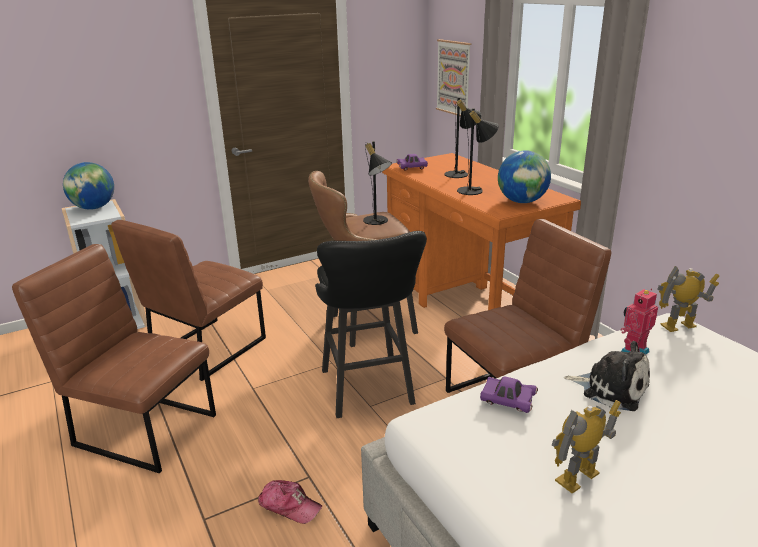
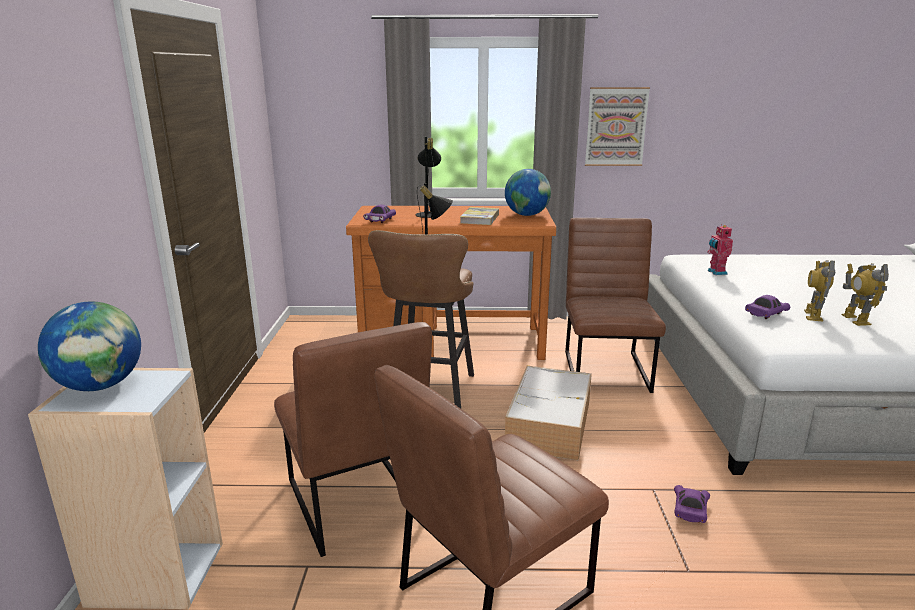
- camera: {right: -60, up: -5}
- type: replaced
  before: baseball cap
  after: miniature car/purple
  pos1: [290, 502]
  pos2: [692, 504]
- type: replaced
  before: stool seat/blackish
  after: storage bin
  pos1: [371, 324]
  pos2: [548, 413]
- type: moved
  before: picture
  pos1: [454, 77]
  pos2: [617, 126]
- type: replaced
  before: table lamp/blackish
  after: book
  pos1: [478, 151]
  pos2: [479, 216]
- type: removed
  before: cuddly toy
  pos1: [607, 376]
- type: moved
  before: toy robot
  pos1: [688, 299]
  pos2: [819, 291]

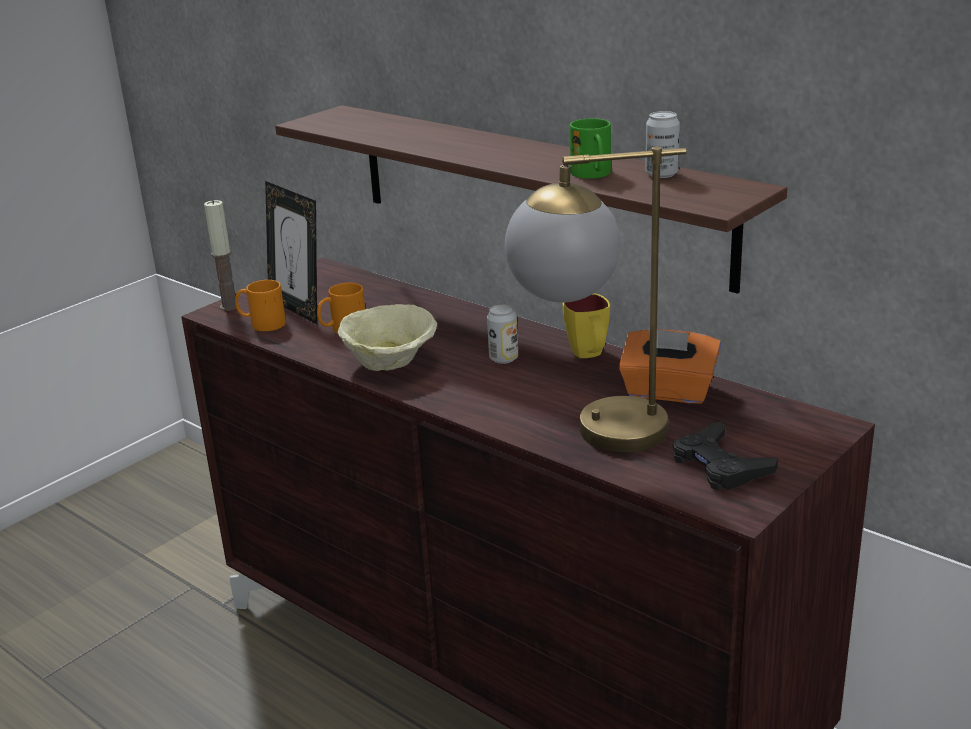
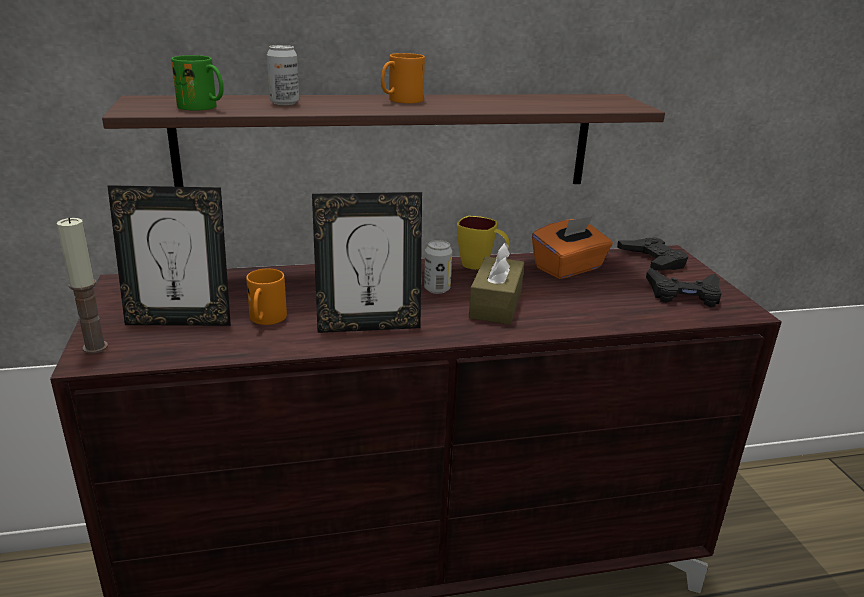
- camera: {right: -55, up: 0}
- type: moved
  before: tea mug/orange
  pos1: [260, 305]
  pos2: [403, 78]
- type: replaced
  before: deep dish/beige
  after: photo frame
  pos1: [387, 337]
  pos2: [367, 262]
- type: removed
  before: table lamp
  pos1: [595, 300]
- type: moved
  before: tea mug/green-coloured
  pos1: [590, 148]
  pos2: [197, 83]
- type: moved
  before: can
  pos1: [663, 144]
  pos2: [283, 75]
- type: added
  after: tissue holder/brownish
  pos2: [496, 283]
- type: added
  after: joypad/blackish
  pos2: [652, 254]

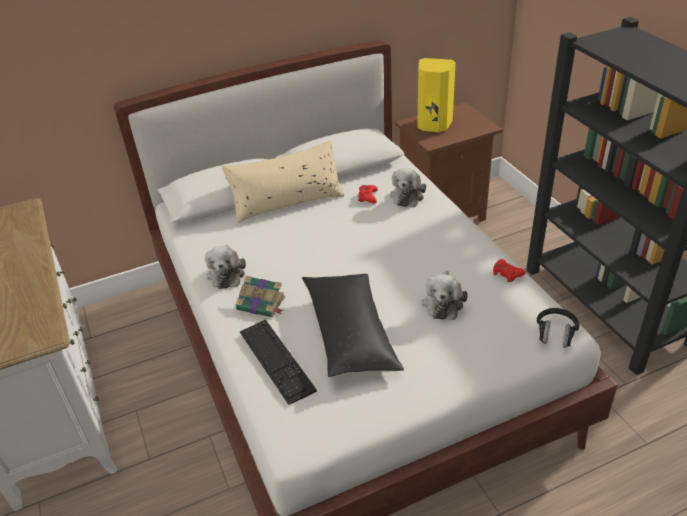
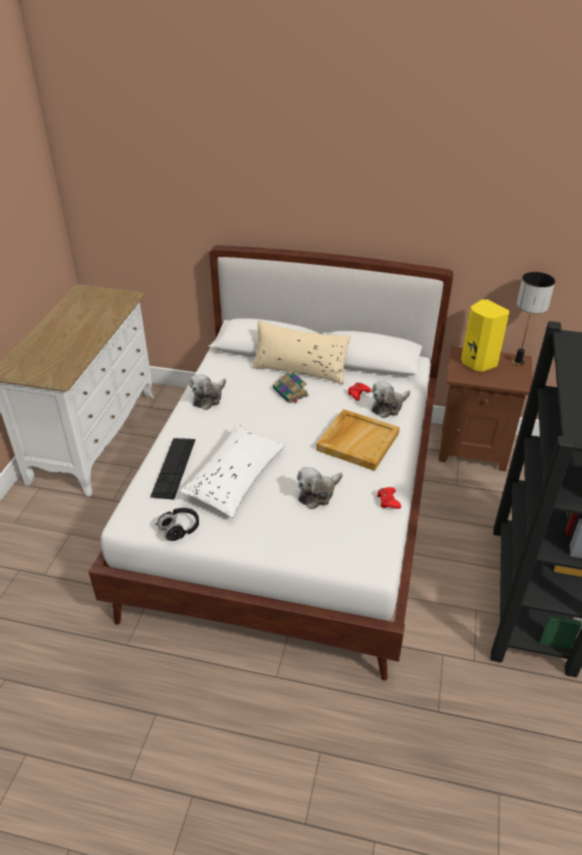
- camera: {right: 35, up: 0}
- type: moved
  before: book
  pos1: [260, 296]
  pos2: [291, 387]
- type: recoloured
  before: cushion/blackish
  after: cushion/whitish
  pos1: [353, 325]
  pos2: [232, 470]
- type: moved
  before: headphones/blackish
  pos1: [558, 328]
  pos2: [177, 524]
- type: added
  after: serving tray/beige
  pos2: [358, 440]
- type: added
  after: table lamp
  pos2: [533, 319]

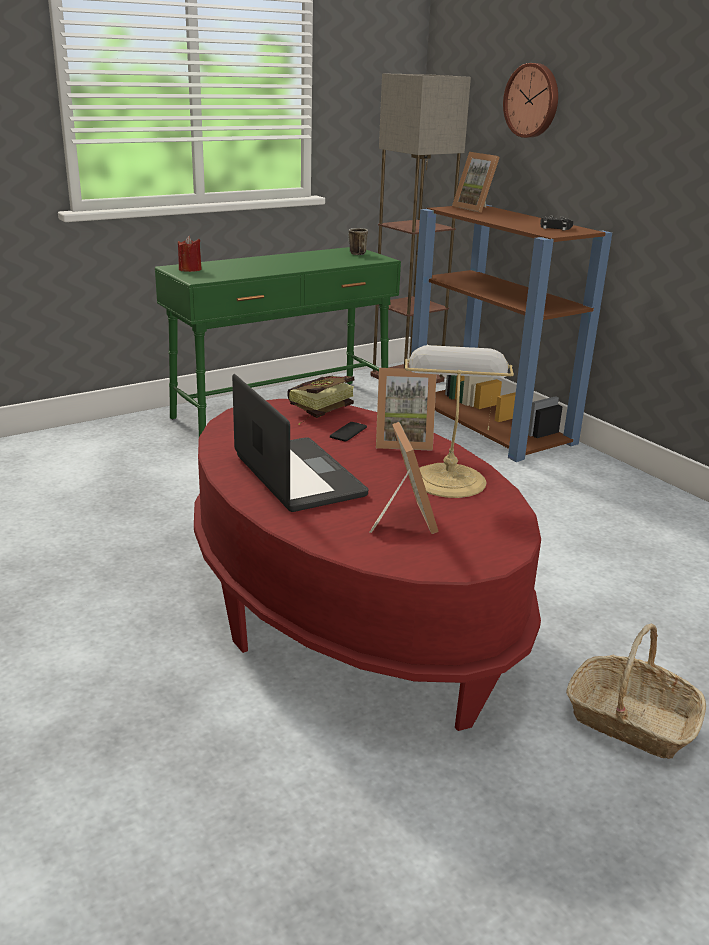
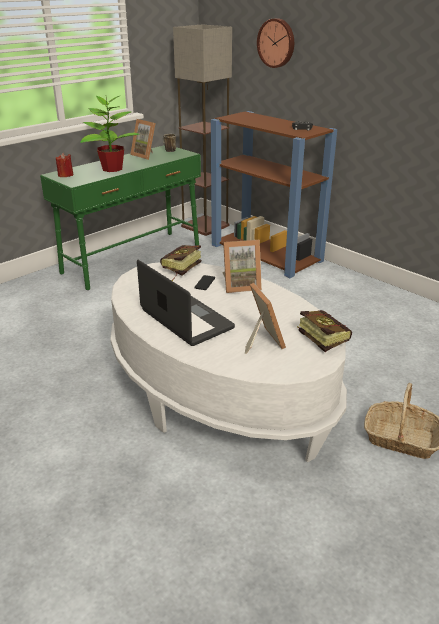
- camera: {right: -10, up: 5}
- type: recoloured
  before: coffee table/red
  after: coffee table/whitish
  pos1: [367, 565]
  pos2: [228, 362]
- type: removed
  before: table lamp
  pos1: [459, 421]
- type: moved
  before: photo frame
  pos1: [476, 182]
  pos2: [143, 139]
- type: added
  after: houseplant
  pos2: [110, 134]
- type: added
  after: book
  pos2: [324, 331]

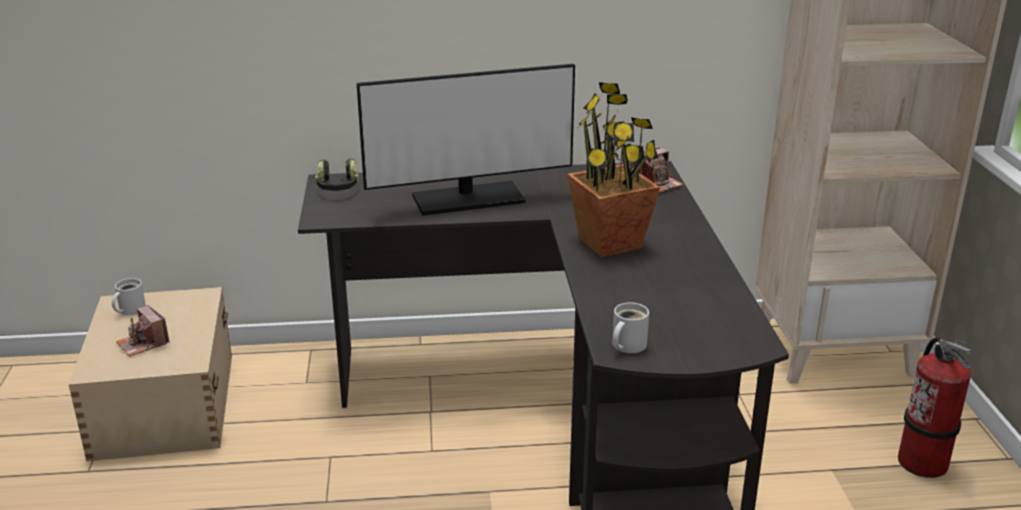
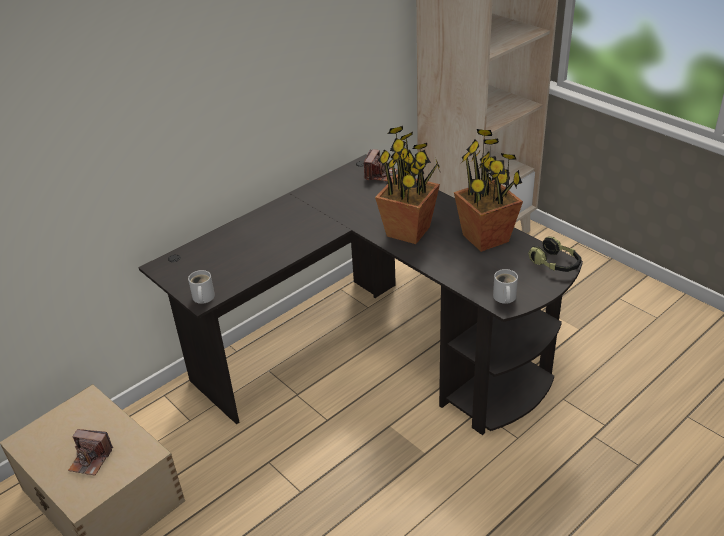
- camera: {right: -35, up: 10}
- type: moved
  before: tea mug/whitish
  pos1: [129, 296]
  pos2: [201, 287]
- type: moved
  before: headphones
  pos1: [337, 174]
  pos2: [555, 254]
- type: removed
  before: computer display
  pos1: [466, 140]
- type: removed
  before: extinguisher
  pos1: [935, 407]
- type: added
  after: houseplant
  pos2: [488, 190]

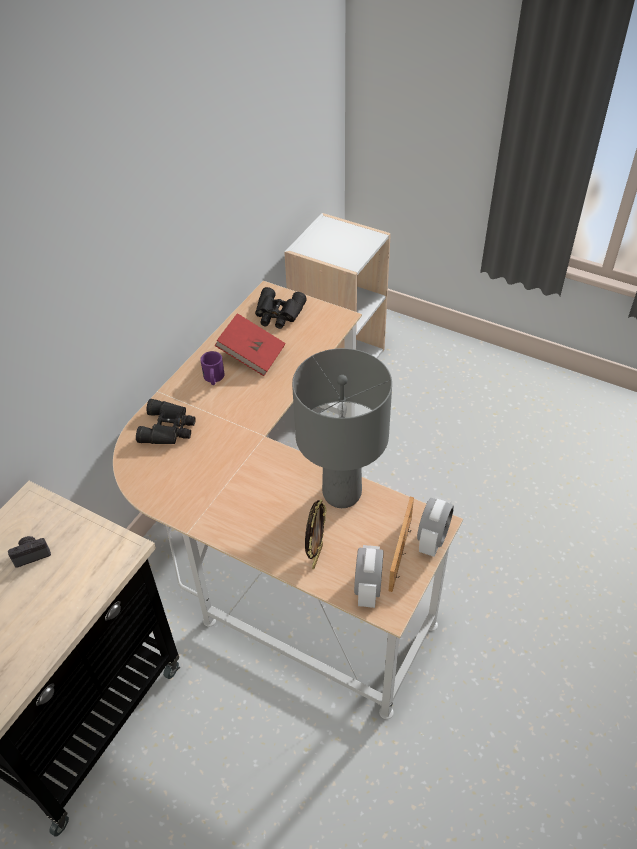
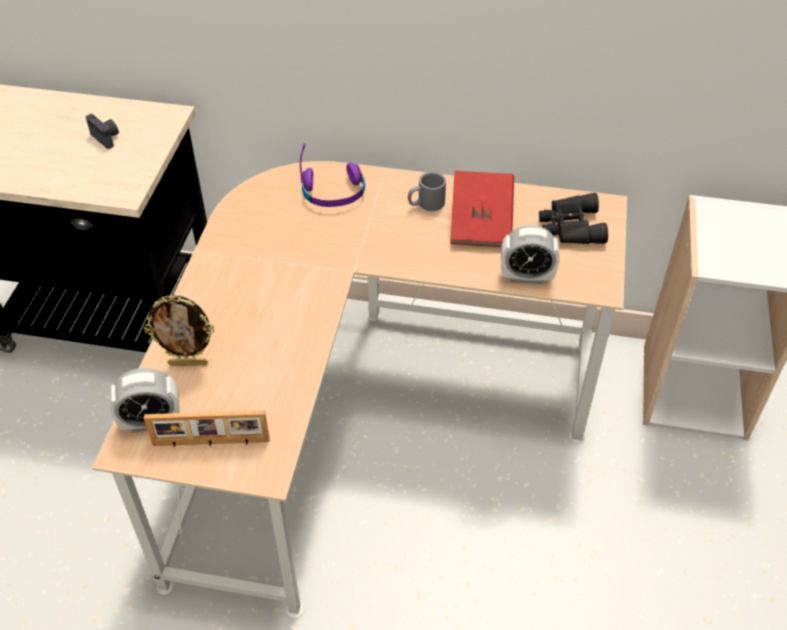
- camera: {right: 70, up: 0}
- type: replaced
  before: field glasses/blackish
  after: headphones/purple
  pos1: [166, 421]
  pos2: [332, 175]
- type: recoloured
  before: tea mug/purple
  after: tea mug/grey
  pos1: [212, 368]
  pos2: [427, 191]
- type: removed
  before: table lamp/grey
  pos1: [342, 428]
- type: moved
  before: table clock
  pos1: [435, 526]
  pos2: [530, 254]

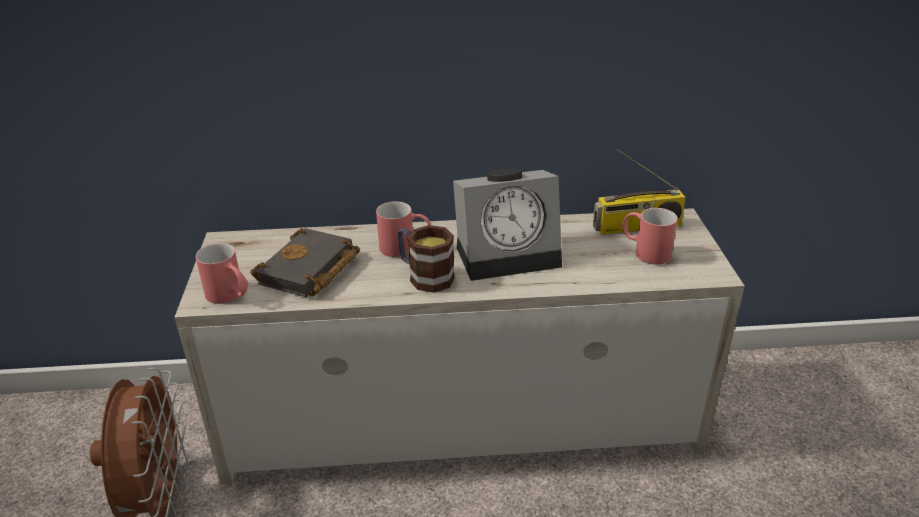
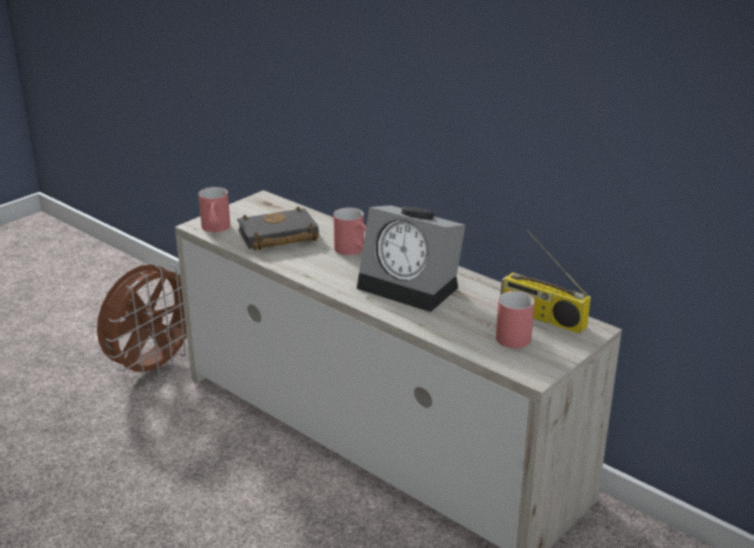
- camera: {right: 45, up: -5}
- type: removed
  before: tea mug
  pos1: [426, 259]

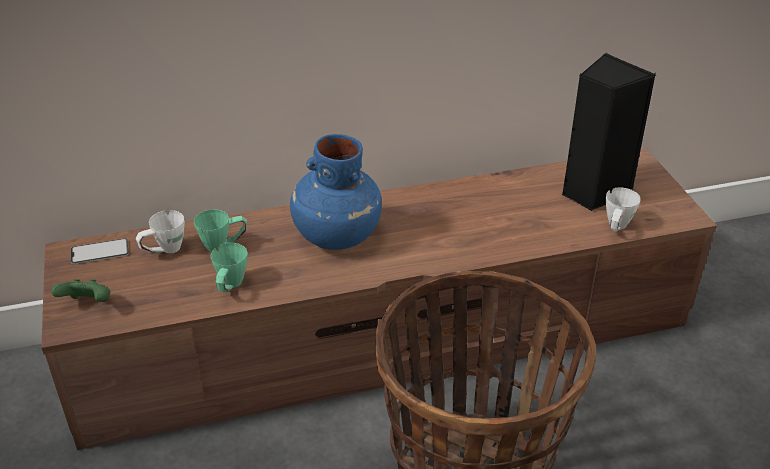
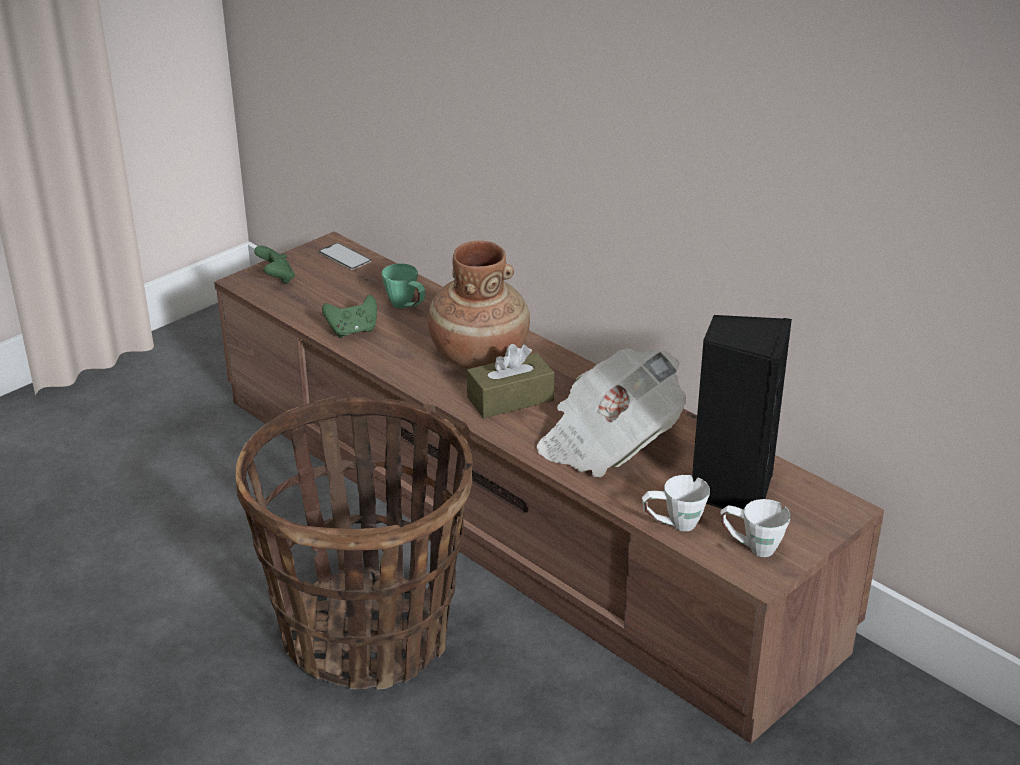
- camera: {right: 60, up: -5}
- type: moved
  before: tea mug/whitish
  pos1: [160, 232]
  pos2: [755, 528]
- type: replaced
  before: tea mug/green-coloured
  after: joypad/green-coloured
  pos1: [229, 267]
  pos2: [349, 316]
- type: recoloured
  before: decorative vase/bluish
  after: decorative vase/brownish
  pos1: [336, 192]
  pos2: [479, 305]
- type: added
  after: tissue holder/brownish
  pos2: [510, 381]
- type: added
  after: printed paper
  pos2: [611, 412]

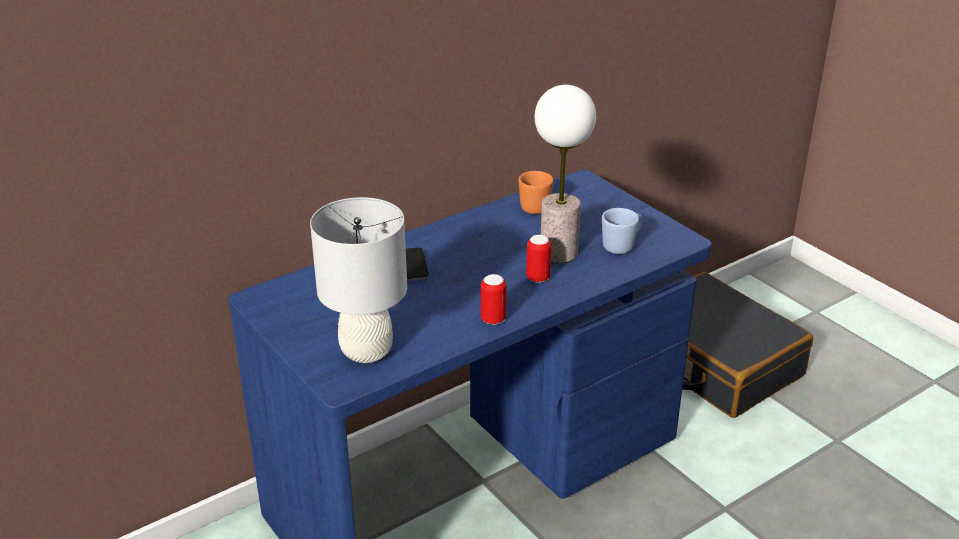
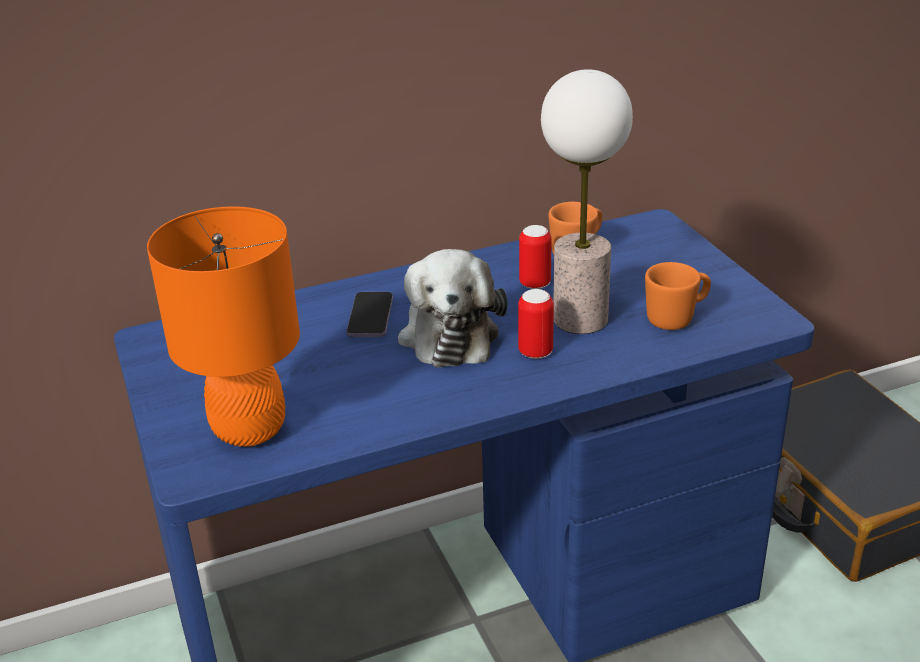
- camera: {right: 15, up: 0}
- type: recoloured
  before: table lamp/grey
  after: table lamp/orange
  pos1: [358, 280]
  pos2: [223, 326]
- type: moved
  before: can
  pos1: [494, 299]
  pos2: [535, 257]
- type: recoloured
  before: tea mug/bluish
  after: tea mug/orange
  pos1: [622, 231]
  pos2: [678, 296]
- type: added
  after: cuddly toy
  pos2: [452, 308]

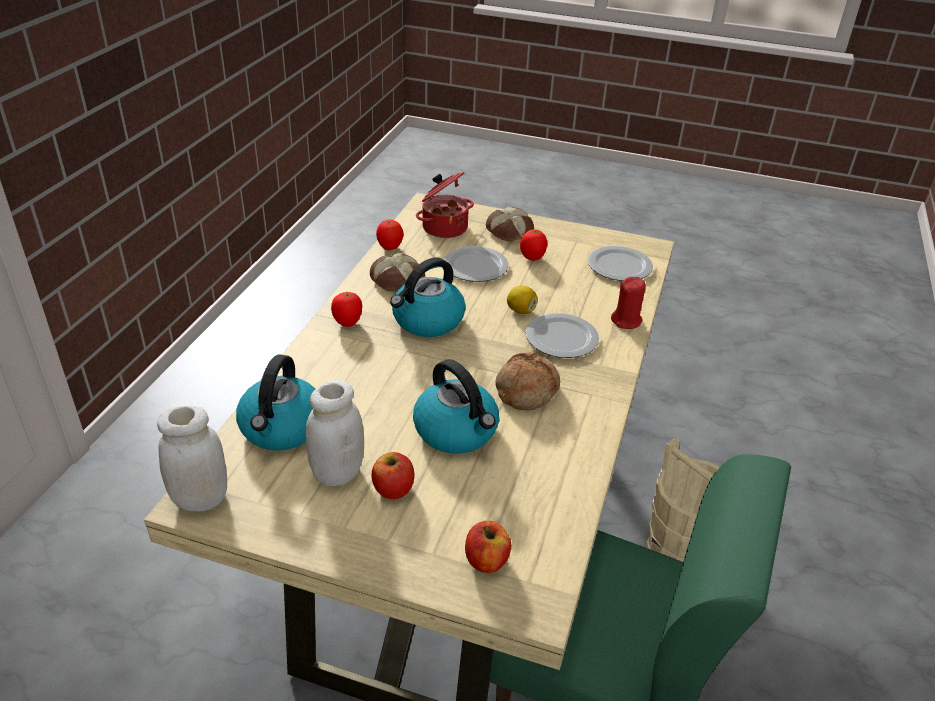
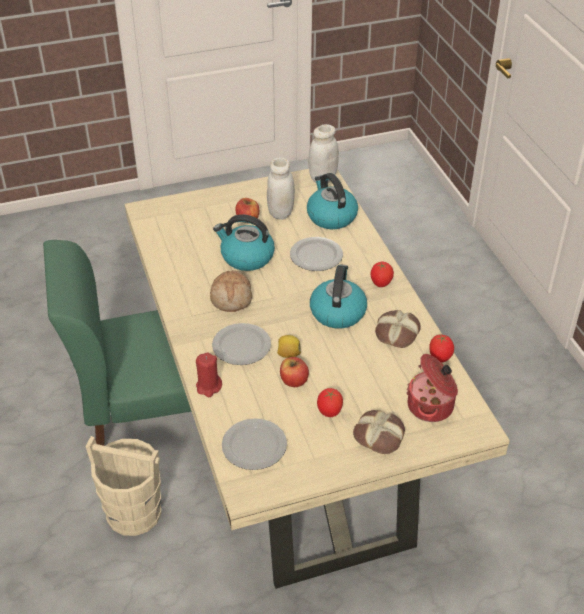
- camera: {right: 145, up: 5}
- type: moved
  before: flat dish
  pos1: [476, 264]
  pos2: [316, 254]
- type: moved
  before: apple fruit
  pos1: [488, 547]
  pos2: [294, 372]

